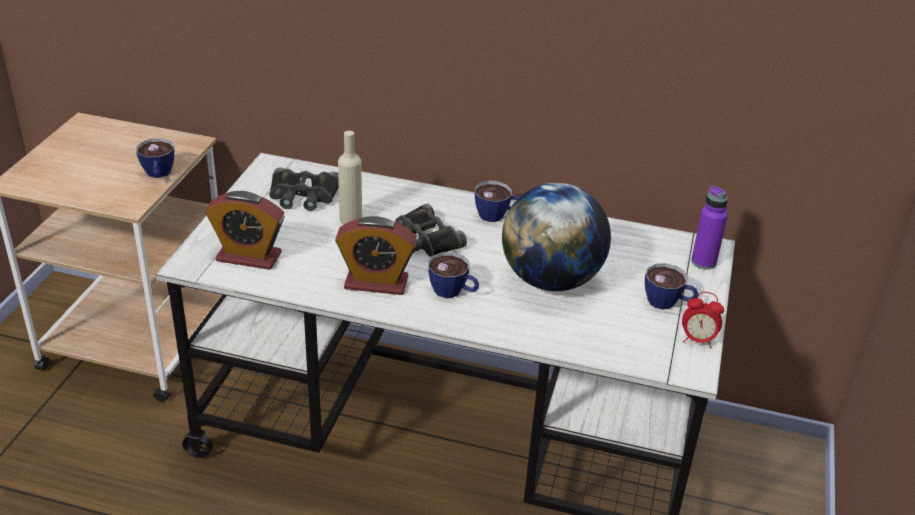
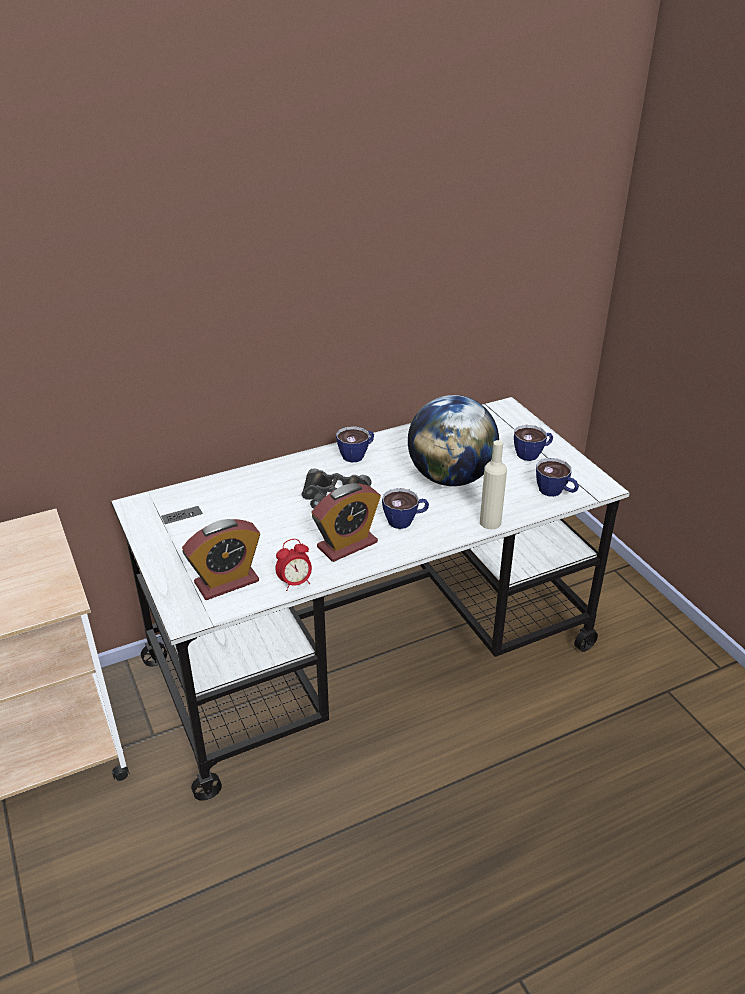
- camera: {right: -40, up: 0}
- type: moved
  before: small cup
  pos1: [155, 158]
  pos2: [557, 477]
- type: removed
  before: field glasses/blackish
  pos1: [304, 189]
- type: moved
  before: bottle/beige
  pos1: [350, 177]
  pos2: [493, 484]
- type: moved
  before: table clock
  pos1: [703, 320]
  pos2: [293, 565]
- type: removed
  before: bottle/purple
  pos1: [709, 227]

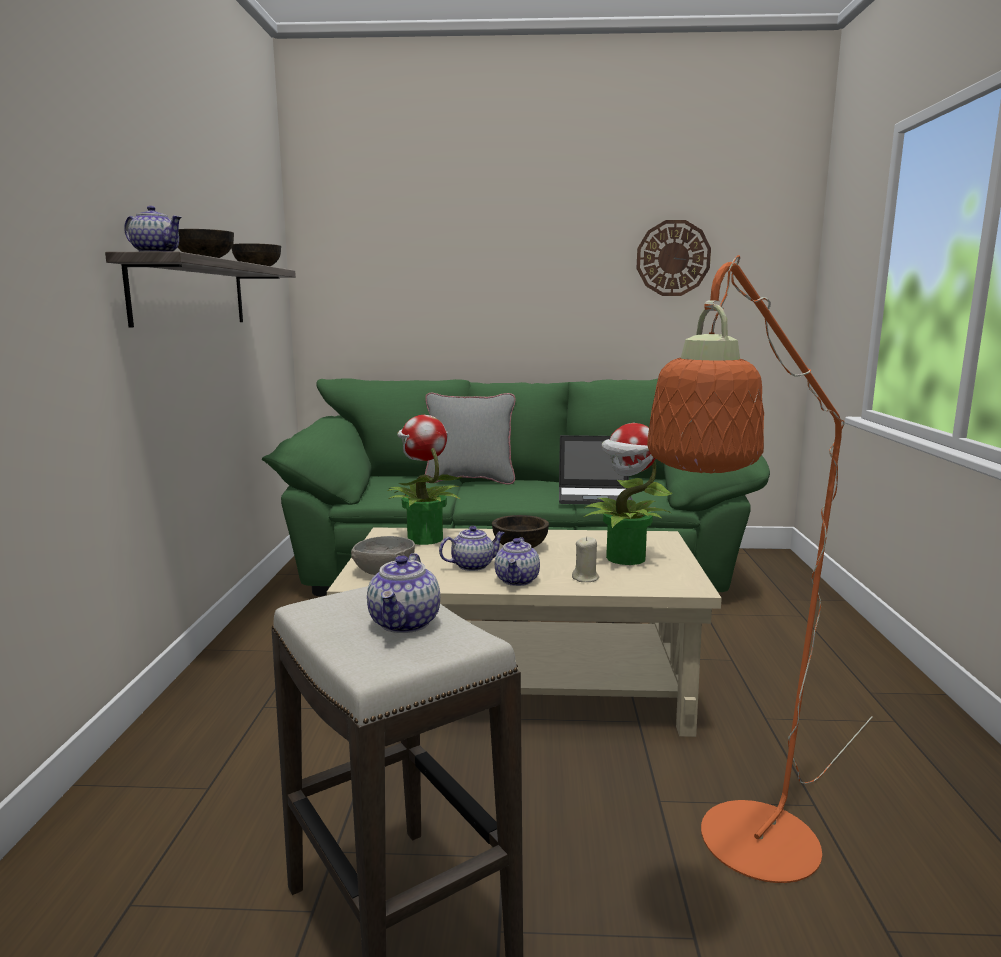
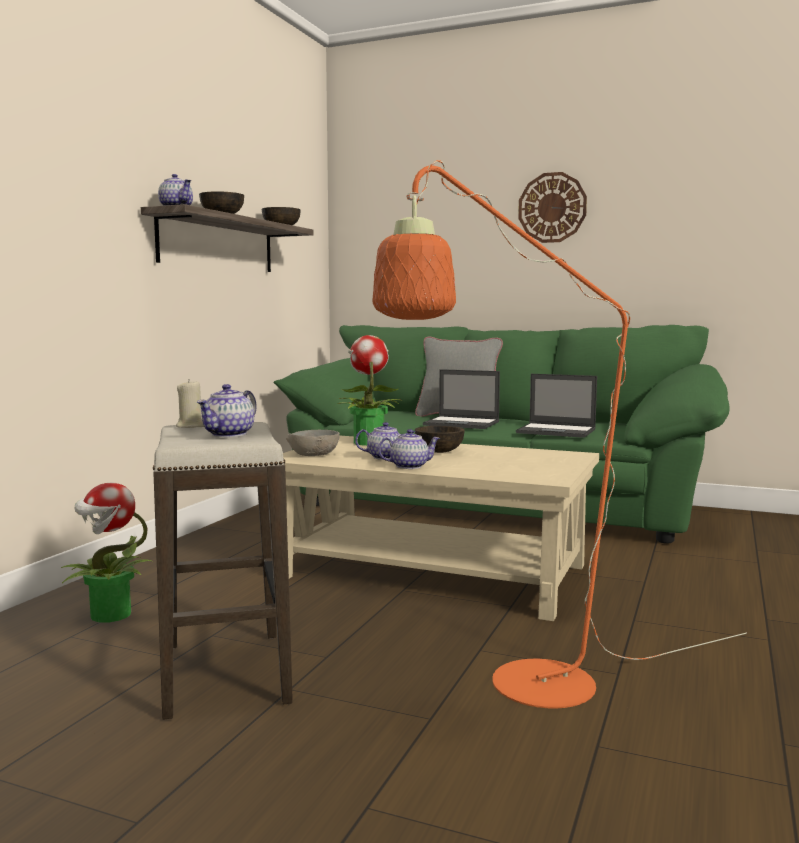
- camera: {right: 20, up: -5}
- type: turned
  before: teapot
  pos1: [517, 561]
  pos2: [409, 449]
  turn: -135
- type: moved
  before: candle/beige
  pos1: [585, 559]
  pos2: [190, 403]
- type: moved
  before: houseplant
  pos1: [627, 494]
  pos2: [106, 552]
- type: moved
  before: clock on the wall
  pos1: [673, 258]
  pos2: [552, 207]
- type: added
  after: portable computer
  pos2: [461, 399]

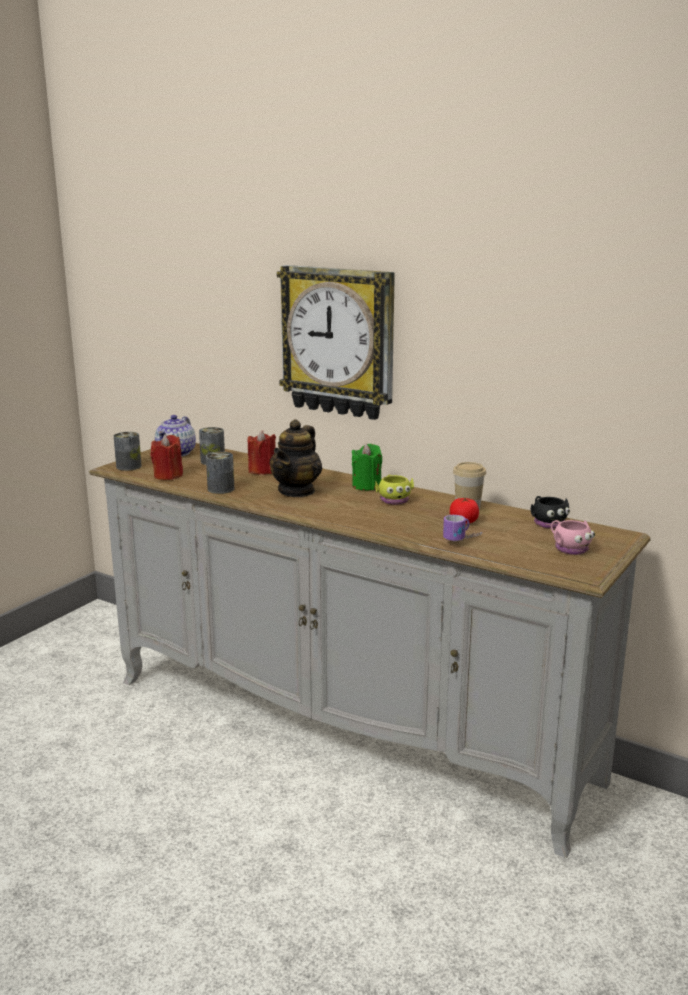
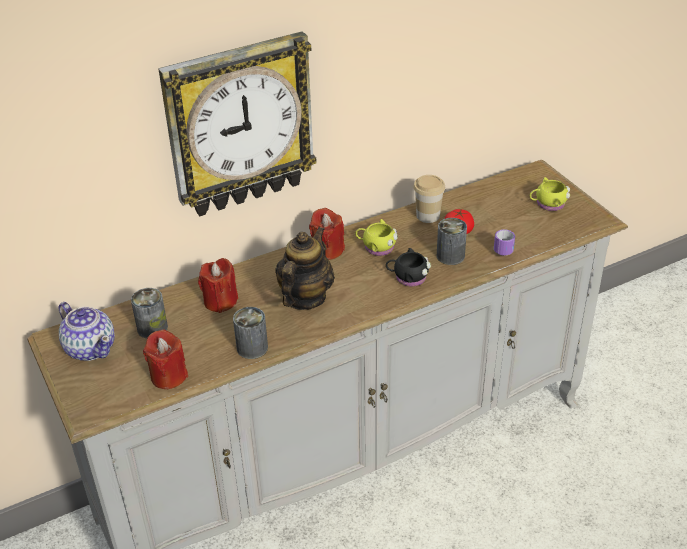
- camera: {right: -60, up: 20}
- type: moved
  before: can
  pos1: [128, 451]
  pos2: [452, 241]
- type: turned
  before: teapot
  pos1: [295, 458]
  pos2: [305, 268]
  turn: -120
- type: recoloured
  before: candle/green-coloured
  after: candle/red
  pos1: [367, 467]
  pos2: [327, 234]
- type: moved
  before: tea mug/blackish
  pos1: [550, 512]
  pos2: [408, 267]
- type: recoloured
  before: tea mug/pinkish
  after: tea mug/yellowish
  pos1: [573, 537]
  pos2: [550, 194]

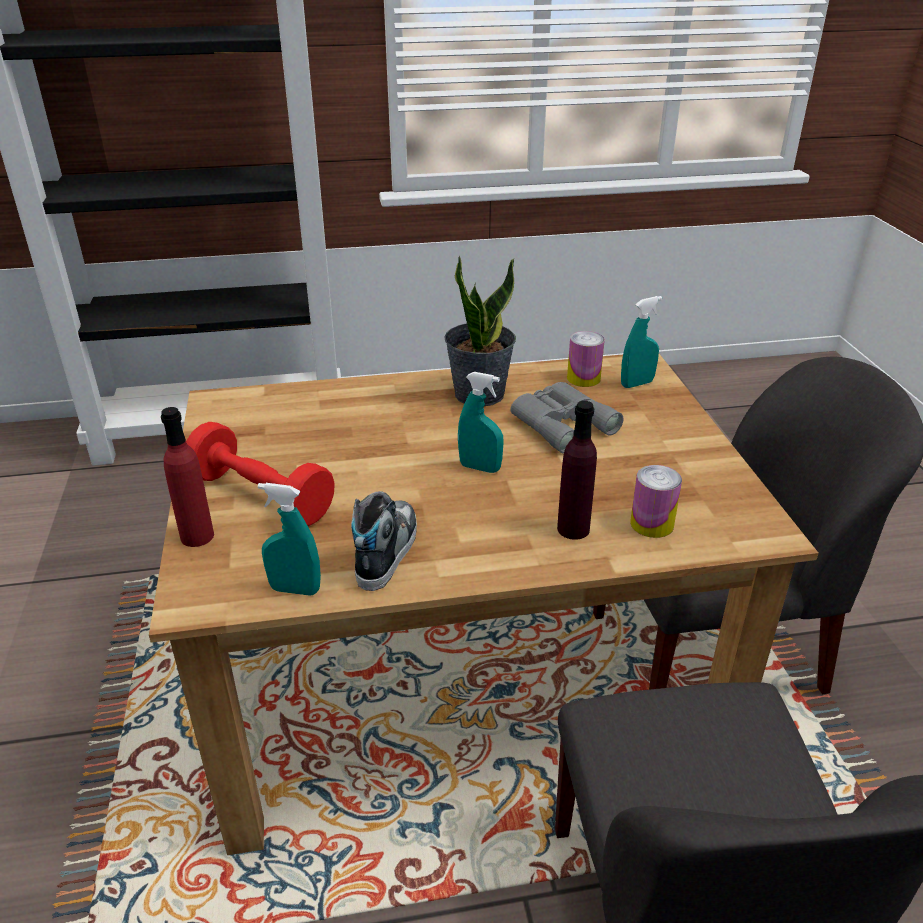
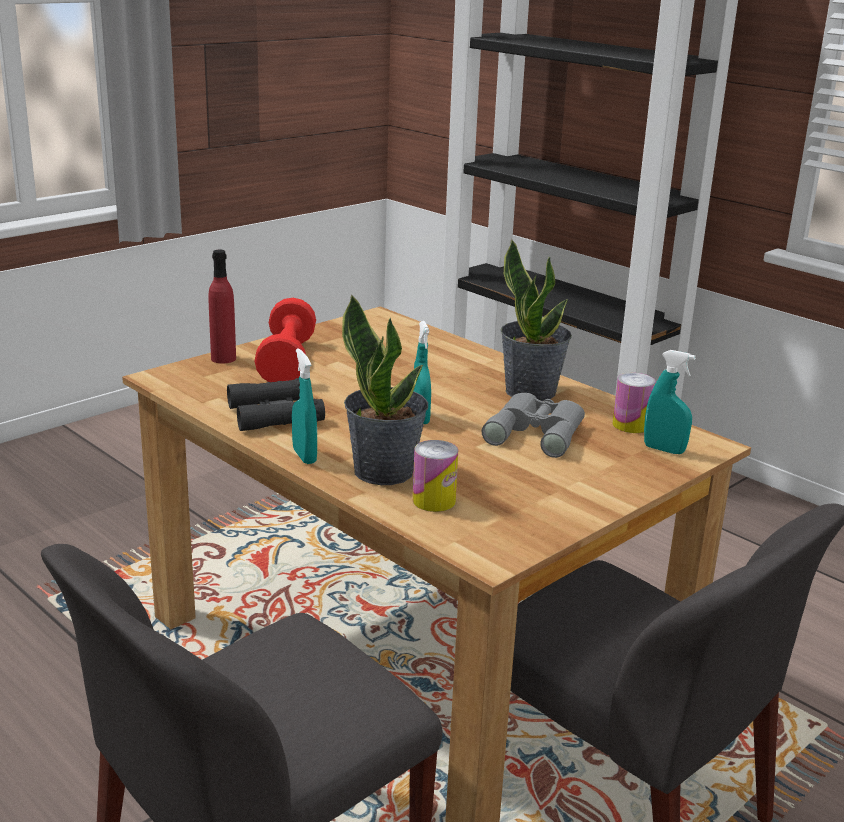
- camera: {right: 55, up: -10}
- type: moved
  before: hand sprayer/turquoise
  pos1: [289, 539]
  pos2: [304, 406]
- type: replaced
  before: low shoe
  after: field glasses/blackish
  pos1: [384, 541]
  pos2: [276, 404]
- type: replaced
  before: bottle/purple
  after: houseplant
  pos1: [577, 470]
  pos2: [385, 389]

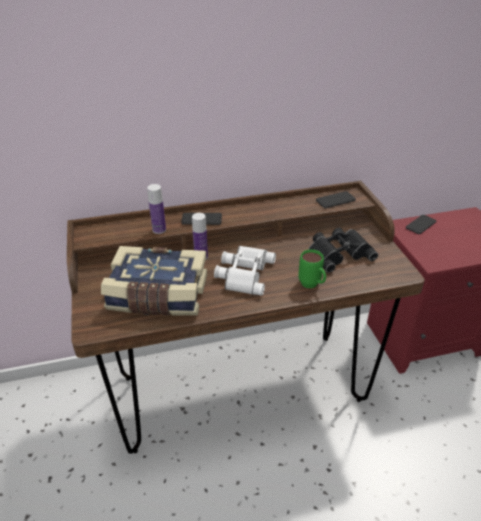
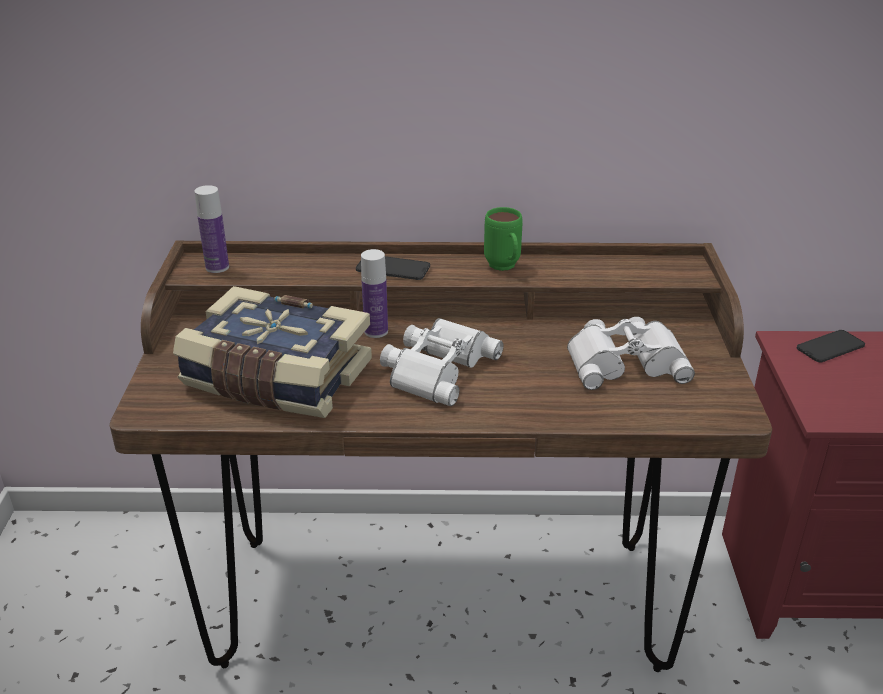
- camera: {right: 15, up: -5}
- type: moved
  before: bottle
  pos1: [156, 209]
  pos2: [211, 229]
- type: moved
  before: tea mug/green-coloured
  pos1: [312, 268]
  pos2: [503, 239]
- type: recoloured
  before: field glasses/blackish
  after: field glasses/whitish
  pos1: [343, 250]
  pos2: [631, 353]
- type: removed
  before: phone
  pos1: [336, 199]

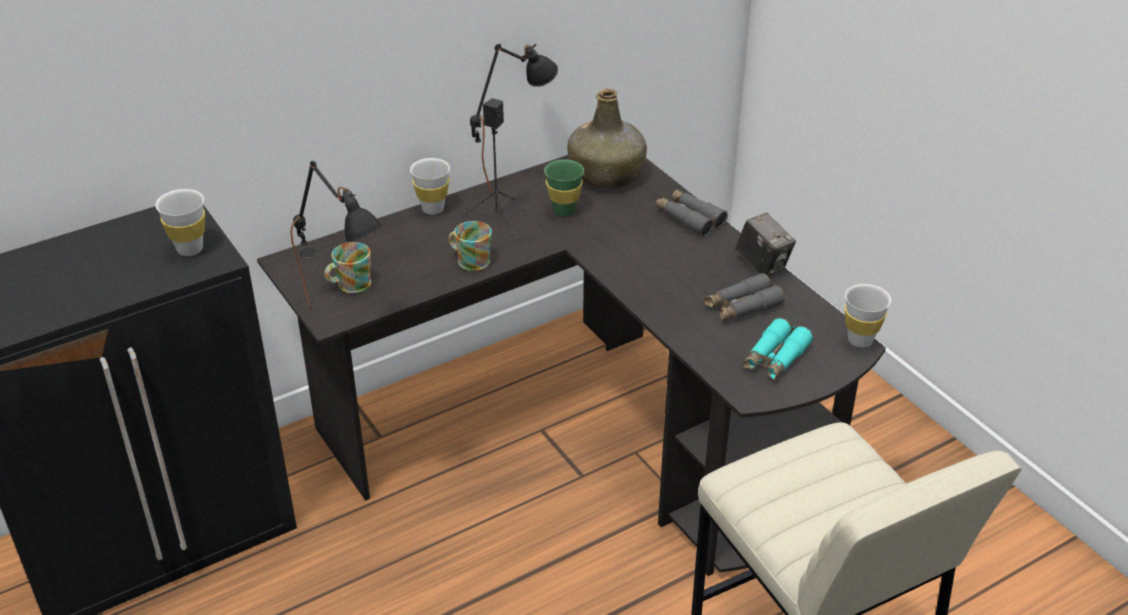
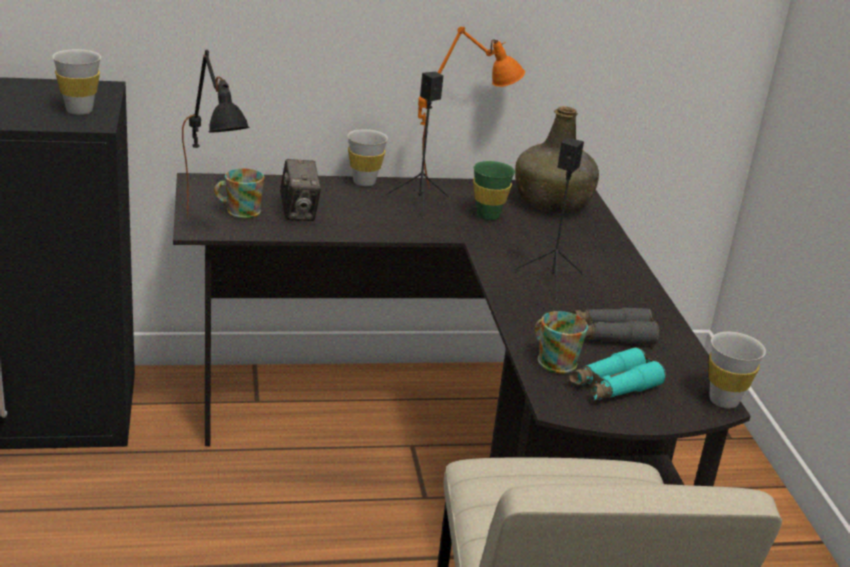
- camera: {right: 20, up: -10}
- type: moved
  before: tea mug
  pos1: [470, 246]
  pos2: [561, 342]
- type: recoloured
  before: table lamp/blackish
  after: table lamp/orange
  pos1: [514, 120]
  pos2: [471, 108]
- type: removed
  before: field glasses/grey
  pos1: [691, 213]
- type: moved
  before: still camera
  pos1: [765, 244]
  pos2: [300, 190]
- type: added
  after: audio speaker/blackish
  pos2: [549, 220]

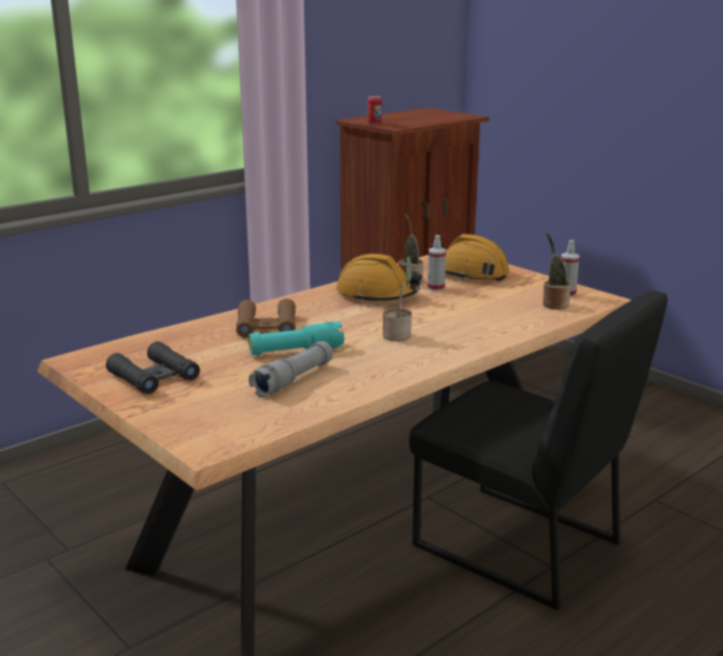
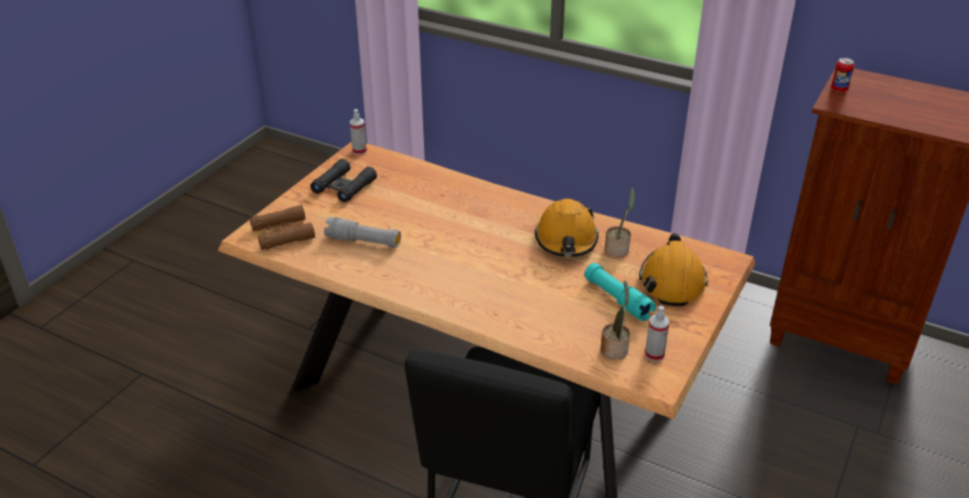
- camera: {right: 70, up: 15}
- type: moved
  before: field glasses/brownish
  pos1: [266, 318]
  pos2: [282, 227]
- type: moved
  before: torch/turquoise
  pos1: [296, 338]
  pos2: [620, 292]
- type: removed
  before: houseplant
  pos1: [397, 298]
- type: moved
  before: hand sprayer
  pos1: [436, 263]
  pos2: [358, 132]

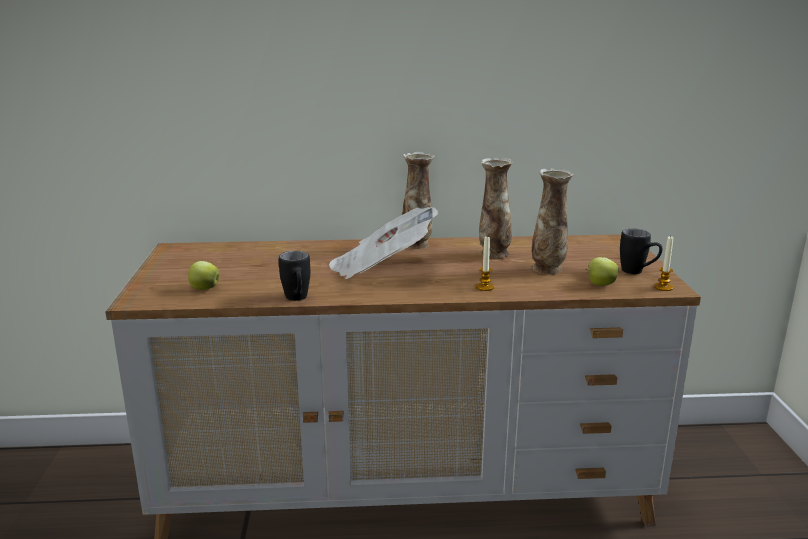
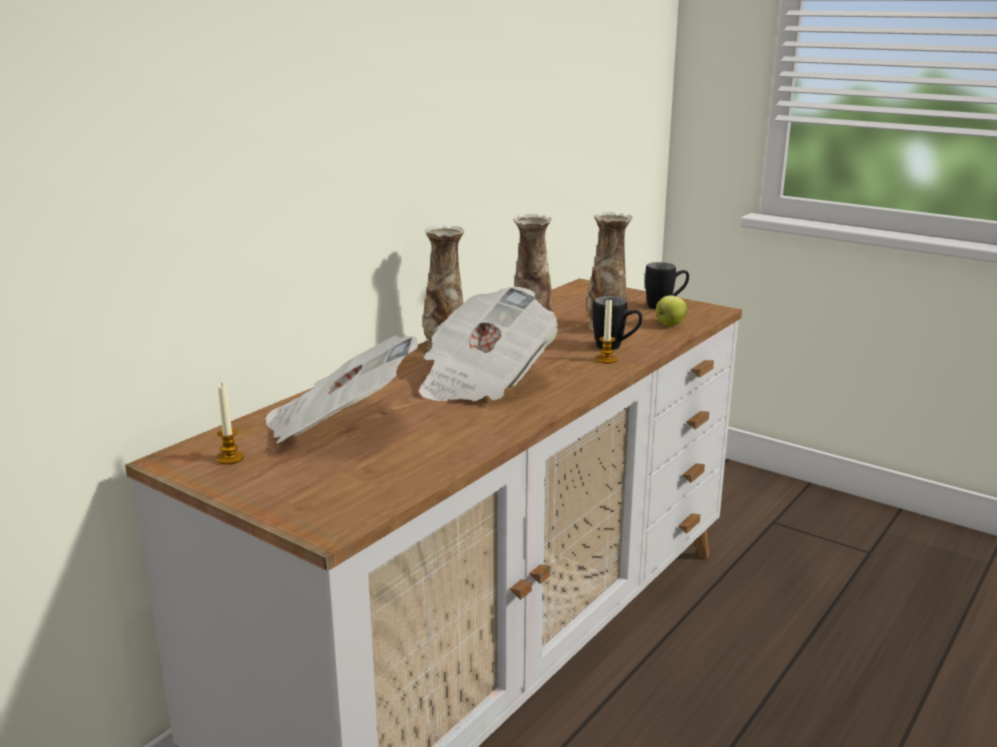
- camera: {right: -50, up: 0}
- type: removed
  before: apple fruit
  pos1: [204, 275]
- type: moved
  before: tea mug/blackish
  pos1: [294, 276]
  pos2: [617, 323]
- type: moved
  before: candle
  pos1: [664, 263]
  pos2: [230, 424]
- type: added
  after: printed paper
  pos2: [341, 389]

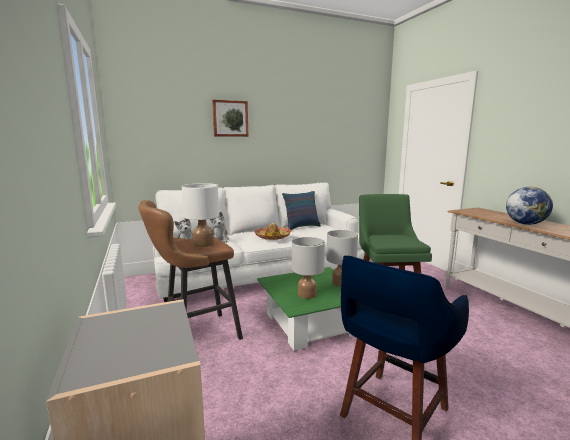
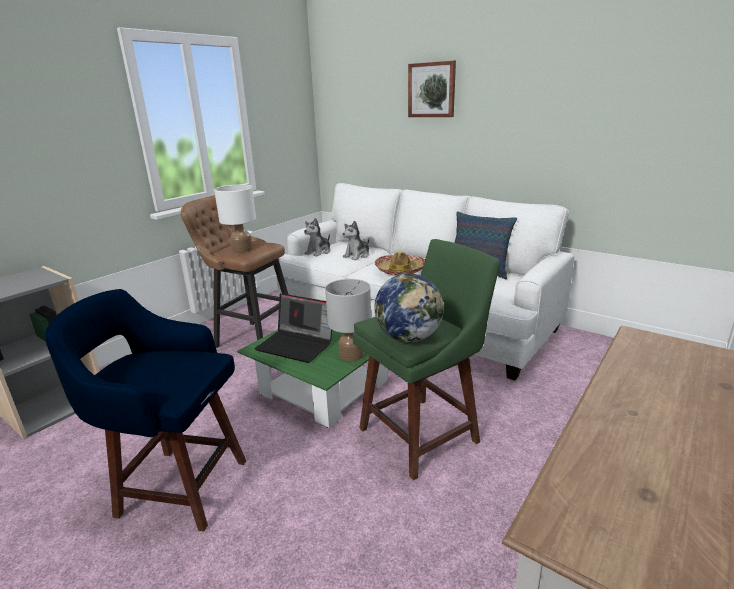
- camera: {right: 60, up: 10}
- type: replaced
  before: table lamp/grey
  after: portable computer
  pos1: [308, 268]
  pos2: [293, 328]
- type: moved
  before: desk globe
  pos1: [529, 206]
  pos2: [409, 307]

